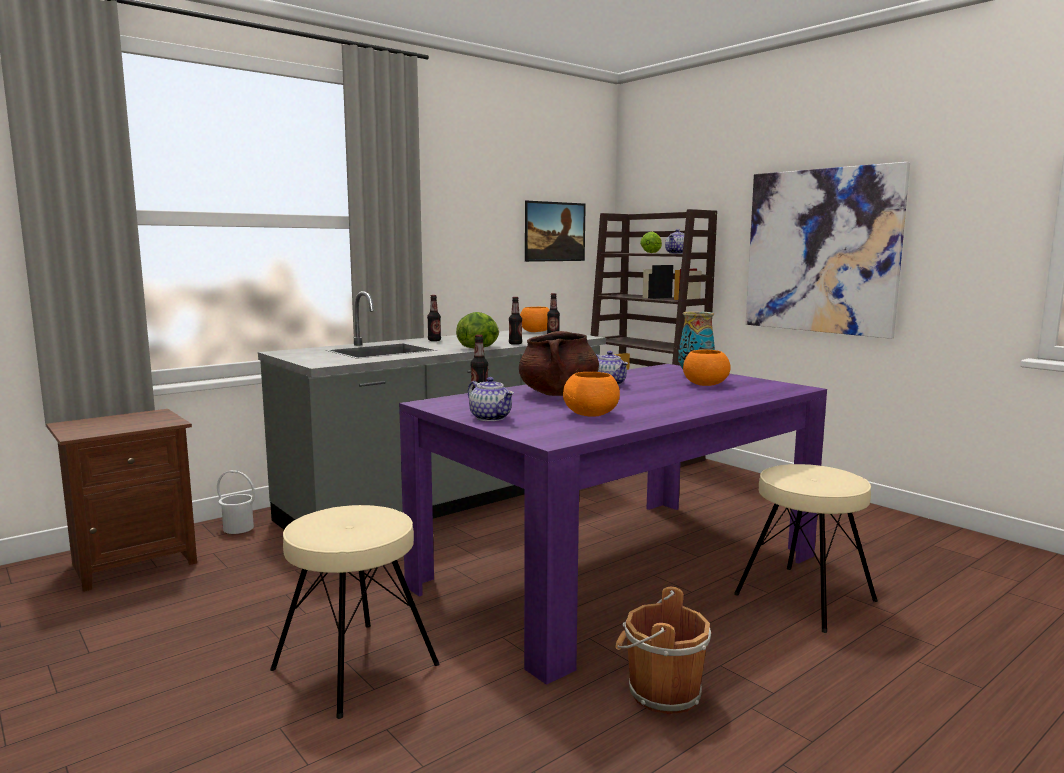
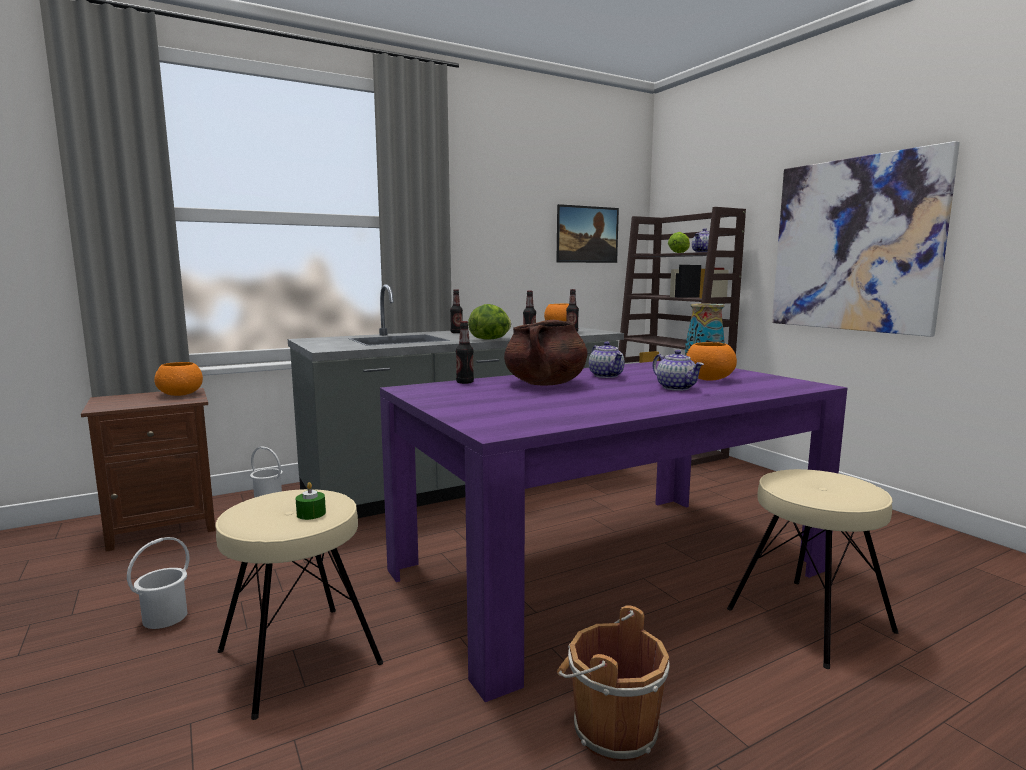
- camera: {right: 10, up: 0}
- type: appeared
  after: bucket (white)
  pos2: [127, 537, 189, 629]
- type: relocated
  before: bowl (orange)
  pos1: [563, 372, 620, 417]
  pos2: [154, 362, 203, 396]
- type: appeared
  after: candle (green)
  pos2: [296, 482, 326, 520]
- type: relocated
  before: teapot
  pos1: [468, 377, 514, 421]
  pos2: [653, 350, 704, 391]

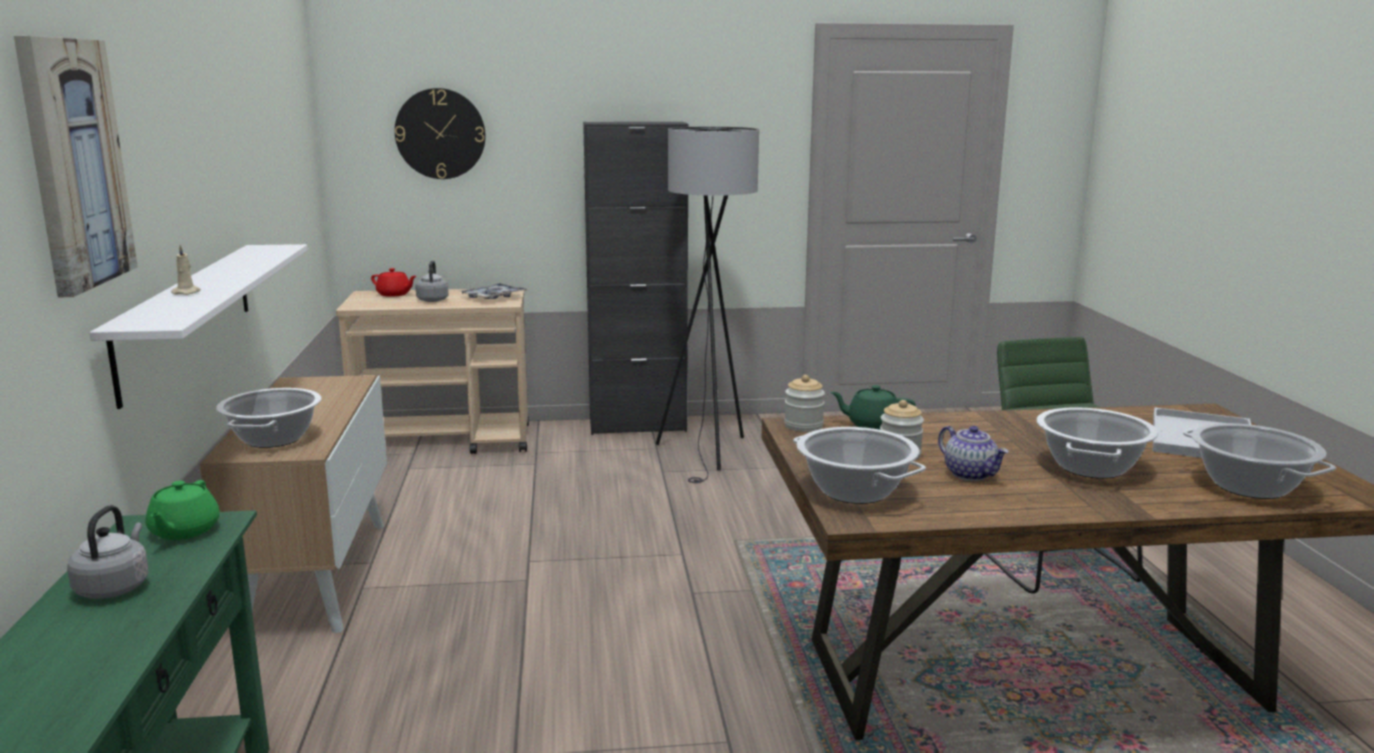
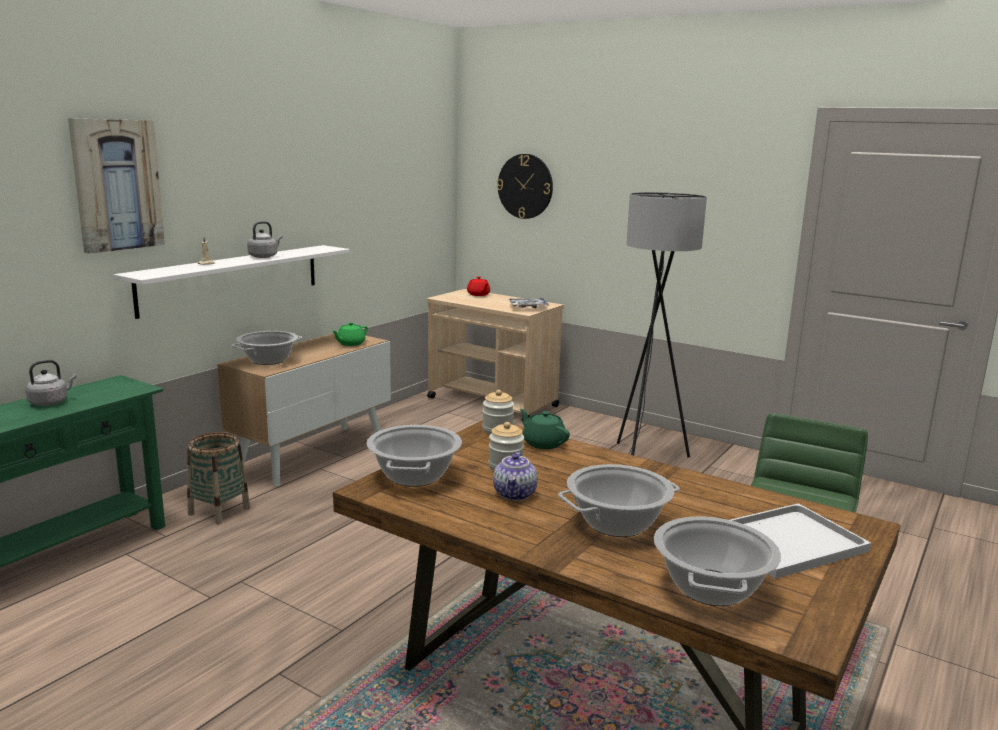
- camera: {right: 40, up: 0}
- type: appeared
  after: basket
  pos2: [187, 432, 250, 524]
- type: relocated
  before: kettle (grey)
  pos1: [416, 261, 449, 302]
  pos2: [247, 221, 282, 258]
- type: relocated
  before: teapot (green)
  pos1: [145, 480, 219, 540]
  pos2: [332, 322, 368, 346]
- type: missing
  before: cabinet (black)
  pos1: [583, 122, 689, 435]

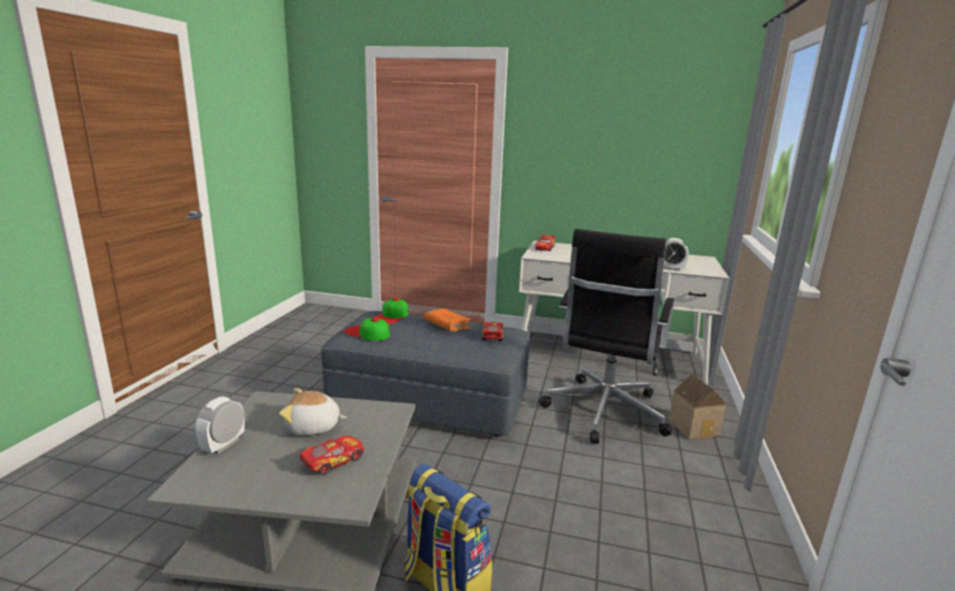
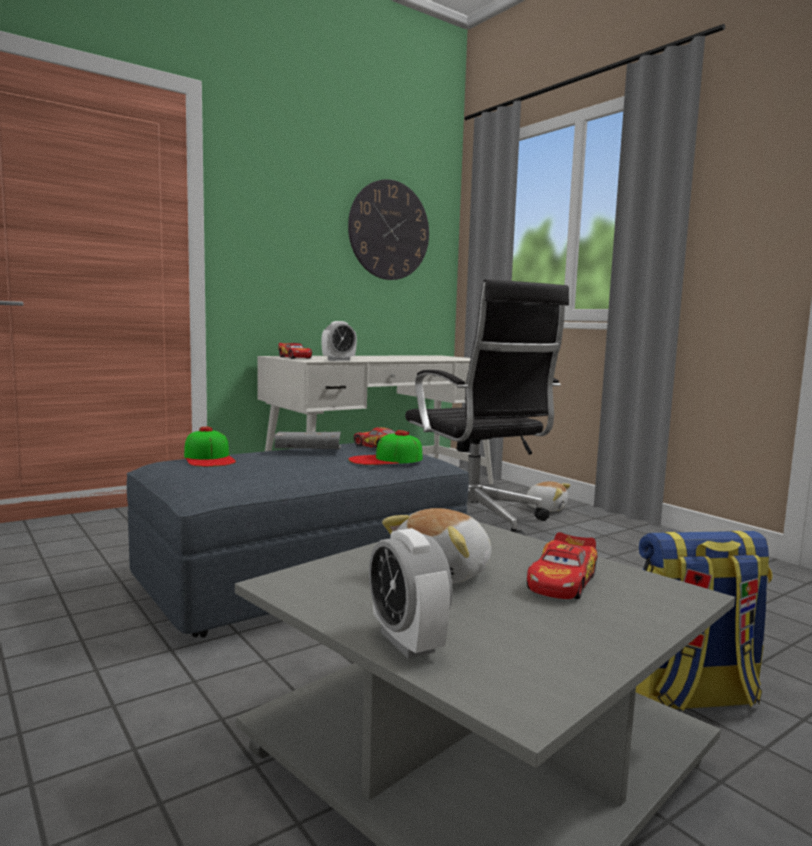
- camera: {right: -50, up: -10}
- type: colour
  before: book (orange)
  after: book (grey)
  pos1: [424, 308, 472, 332]
  pos2: [274, 431, 341, 449]
- type: relocated
  before: alarm clock
  pos1: [663, 238, 689, 271]
  pos2: [321, 321, 357, 361]
- type: appeared
  after: wall clock
  pos2: [348, 179, 429, 280]
- type: relocated
  before: cap
  pos1: [345, 317, 390, 341]
  pos2: [348, 430, 423, 465]
- type: exchanged
  before: toy house
  after: plush toy
  pos1: [669, 374, 727, 439]
  pos2: [527, 481, 570, 512]
- type: spun
  before: toy car
  pos1: [298, 435, 364, 475]
  pos2: [527, 532, 598, 599]
  turn: -150

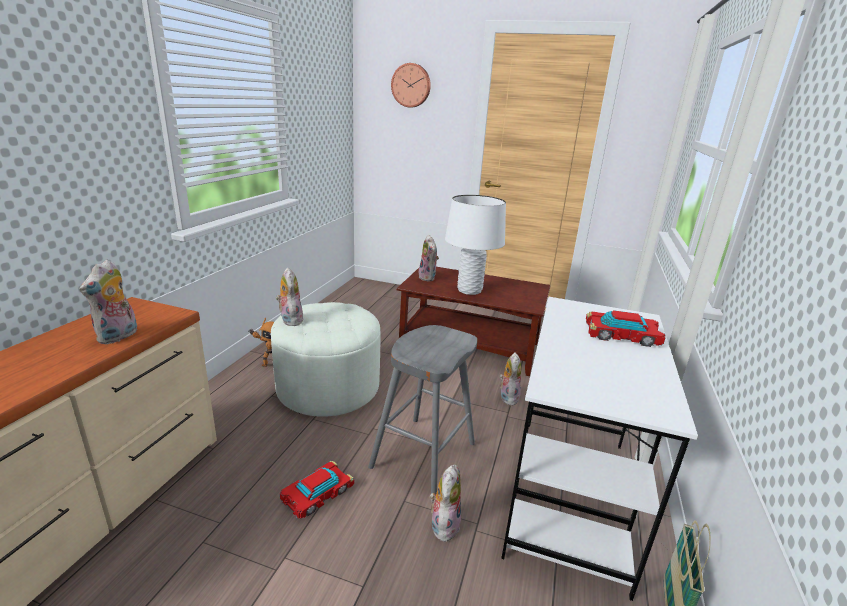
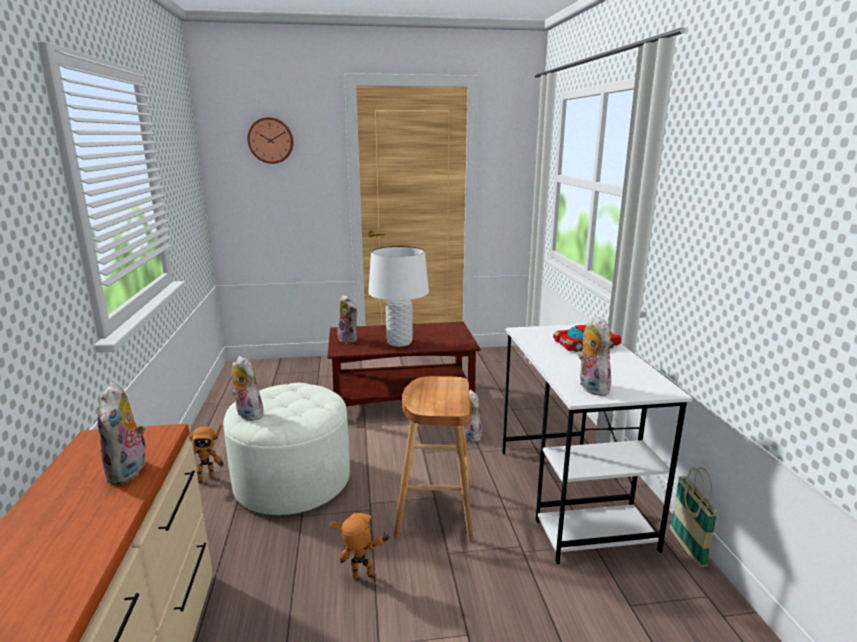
- camera: {right: -25, up: -5}
- type: exchanged
  before: toy car
  after: toy robot
  pos1: [280, 461, 354, 519]
  pos2: [330, 513, 391, 579]
- type: colour
  before: stool (grey)
  after: stool (brown)
  pos1: [368, 325, 477, 495]
  pos2: [394, 376, 474, 542]
- type: relocated
  before: plush toy
  pos1: [430, 464, 461, 542]
  pos2: [578, 316, 612, 396]

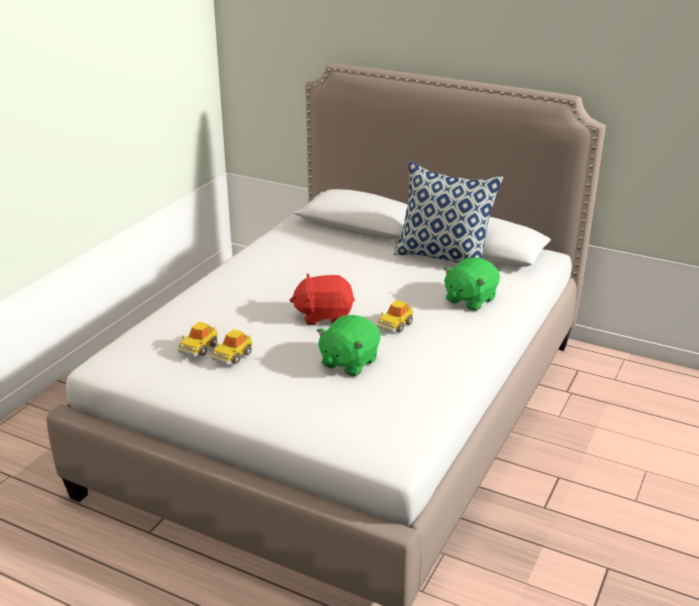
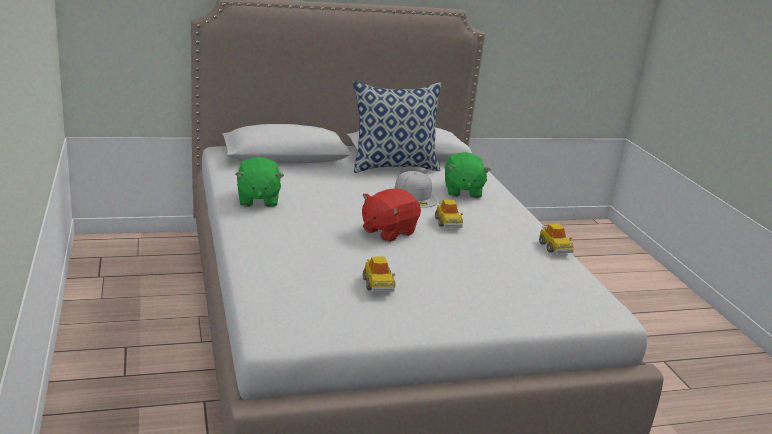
- camera: {right: -45, up: -5}
- type: relocated
  before: plush toy (green)
  pos1: [316, 315, 380, 376]
  pos2: [235, 157, 284, 207]
- type: appeared
  after: cap (white)
  pos2: [394, 171, 437, 208]
- type: relocated
  before: toy car
  pos1: [178, 322, 218, 357]
  pos2: [539, 223, 574, 254]

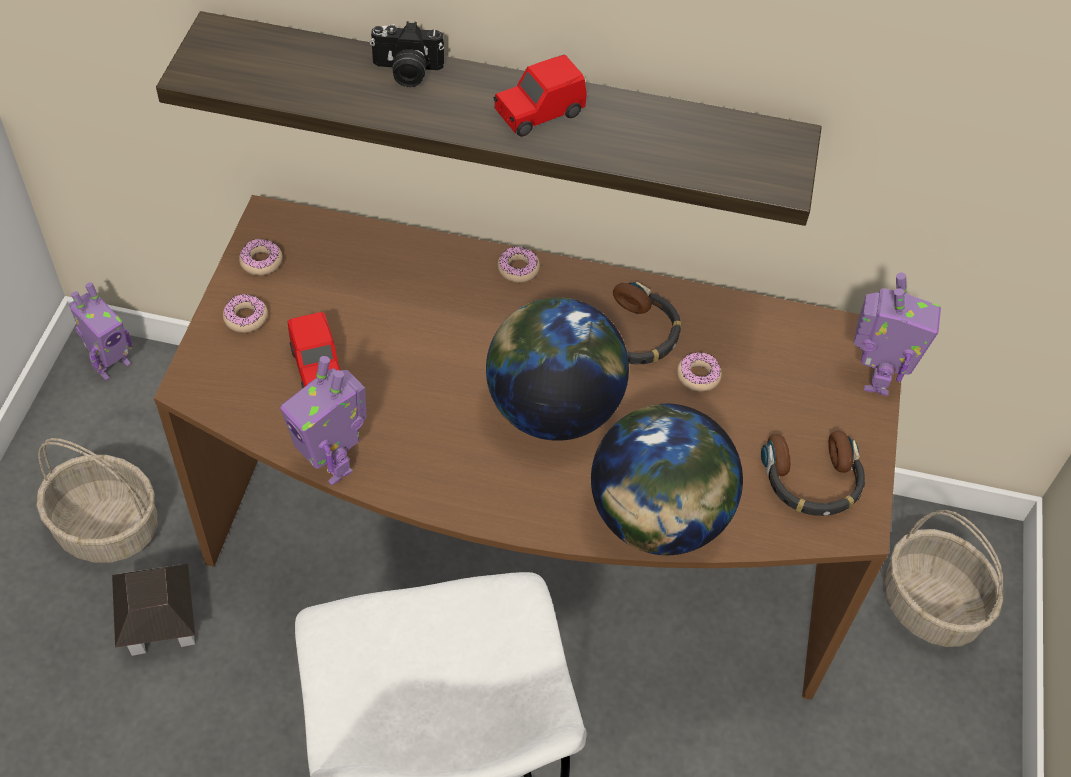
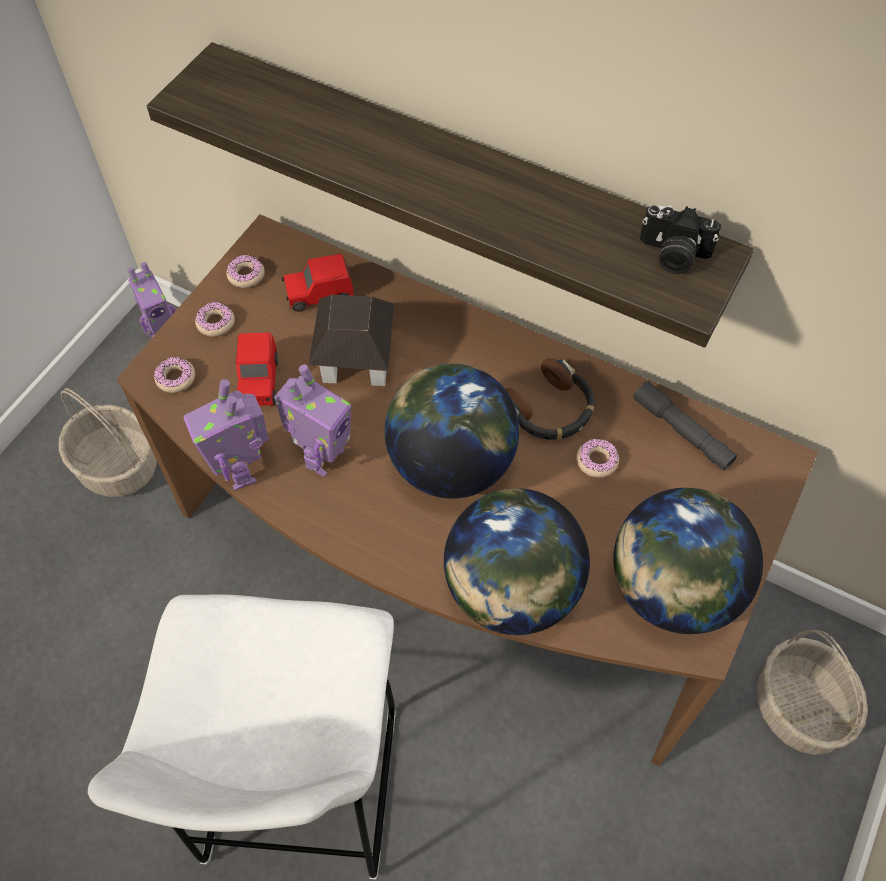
- camera: {right: 20, up: 5}
- type: relocated
  before: donut
  pos1: [498, 247, 540, 283]
  pos2: [154, 357, 195, 393]
- type: relocated
  before: toy robot
  pos1: [854, 273, 941, 396]
  pos2: [274, 364, 351, 477]
- type: relocated
  before: toy car (red)
  pos1: [494, 55, 587, 136]
  pos2: [282, 254, 354, 312]
- type: relocated
  before: toy house
  pos1: [112, 564, 195, 656]
  pos2: [308, 295, 394, 386]
- type: exchanged
  before: headphones
  after: globe
  pos1: [761, 431, 865, 516]
  pos2: [613, 488, 763, 634]
- type: appeared
  after: flashlight (grey)
  pos2: [633, 381, 737, 471]
- type: relocated
  before: photo camera
  pos1: [370, 21, 444, 87]
  pos2: [640, 205, 721, 274]

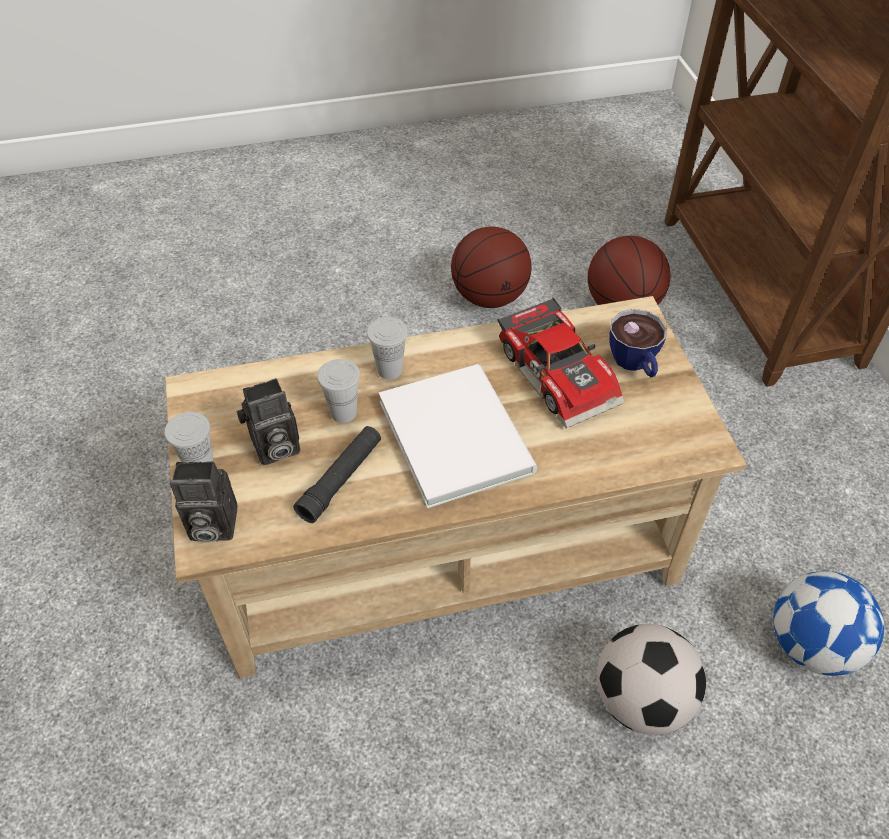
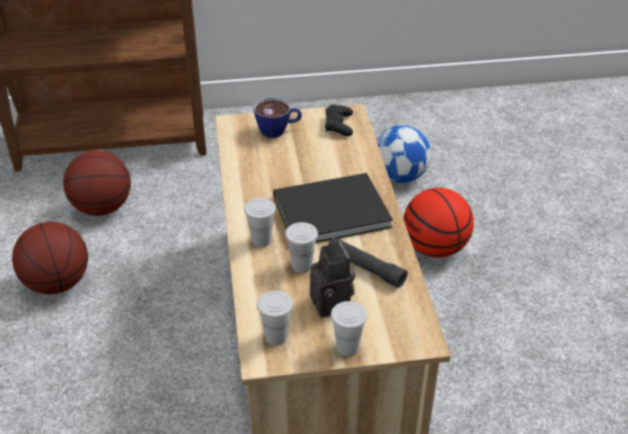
- camera: {right: -85, up: -10}
- type: appeared
  after: cup (white)
  pos2: [257, 291, 293, 345]
- type: colour
  before: book (white)
  after: book (black)
  pos1: [379, 364, 537, 508]
  pos2: [273, 173, 393, 243]
- type: appeared
  after: game controller (black)
  pos2: [325, 105, 353, 136]
- type: exchanged
  before: football
  after: basketball
  pos1: [596, 624, 706, 735]
  pos2: [403, 188, 474, 258]
- type: missing
  before: photo camera
  pos1: [170, 461, 238, 542]
- type: missing
  before: toy car
  pos1: [497, 297, 625, 428]

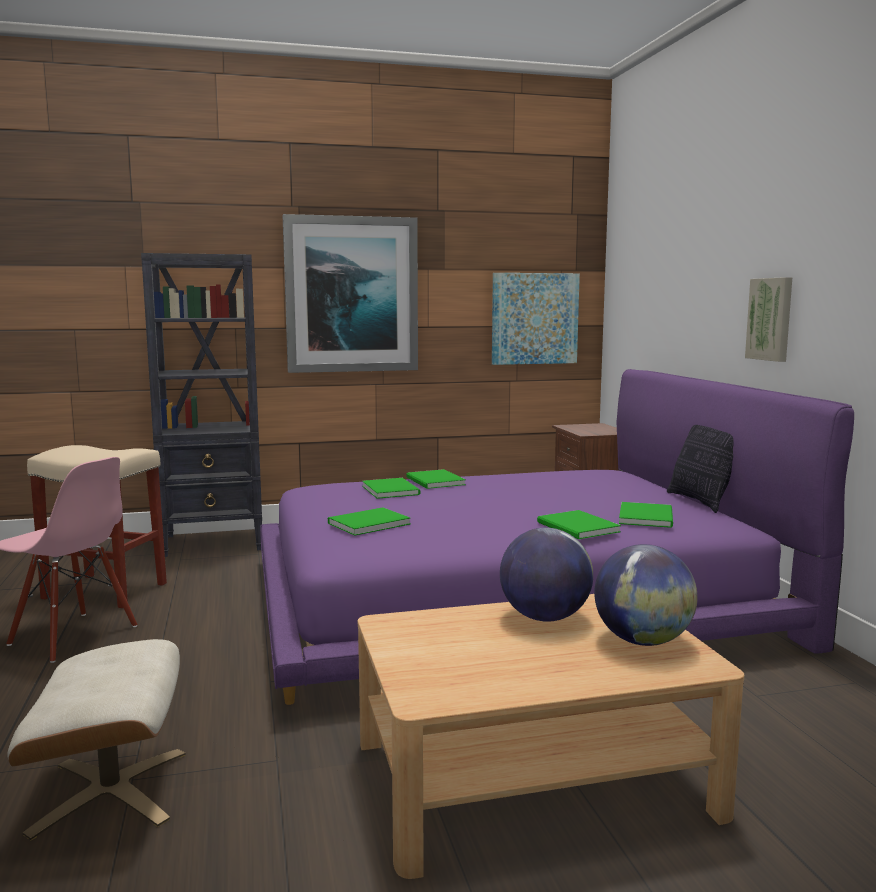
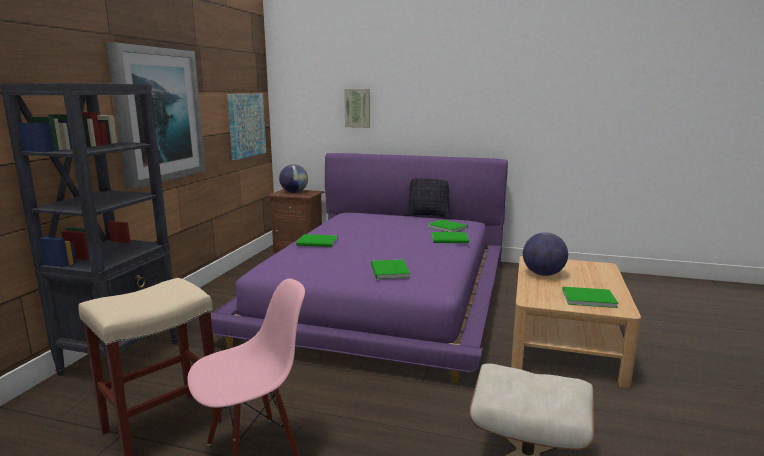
- camera: {right: -60, up: 5}
- type: relocated
  before: globe
  pos1: [594, 544, 698, 646]
  pos2: [279, 164, 308, 193]
- type: relocated
  before: picture
  pos1: [745, 277, 792, 362]
  pos2: [344, 89, 370, 128]
- type: relocated
  before: book (green)
  pos1: [362, 478, 420, 499]
  pos2: [562, 287, 619, 308]

